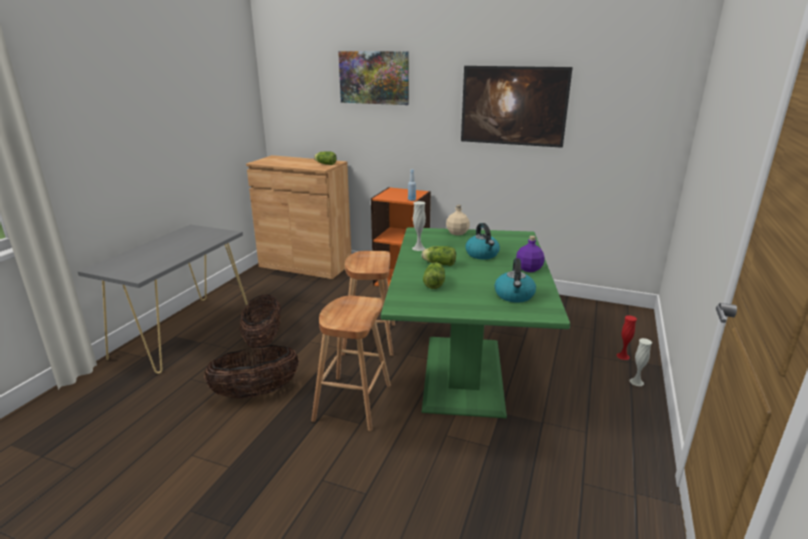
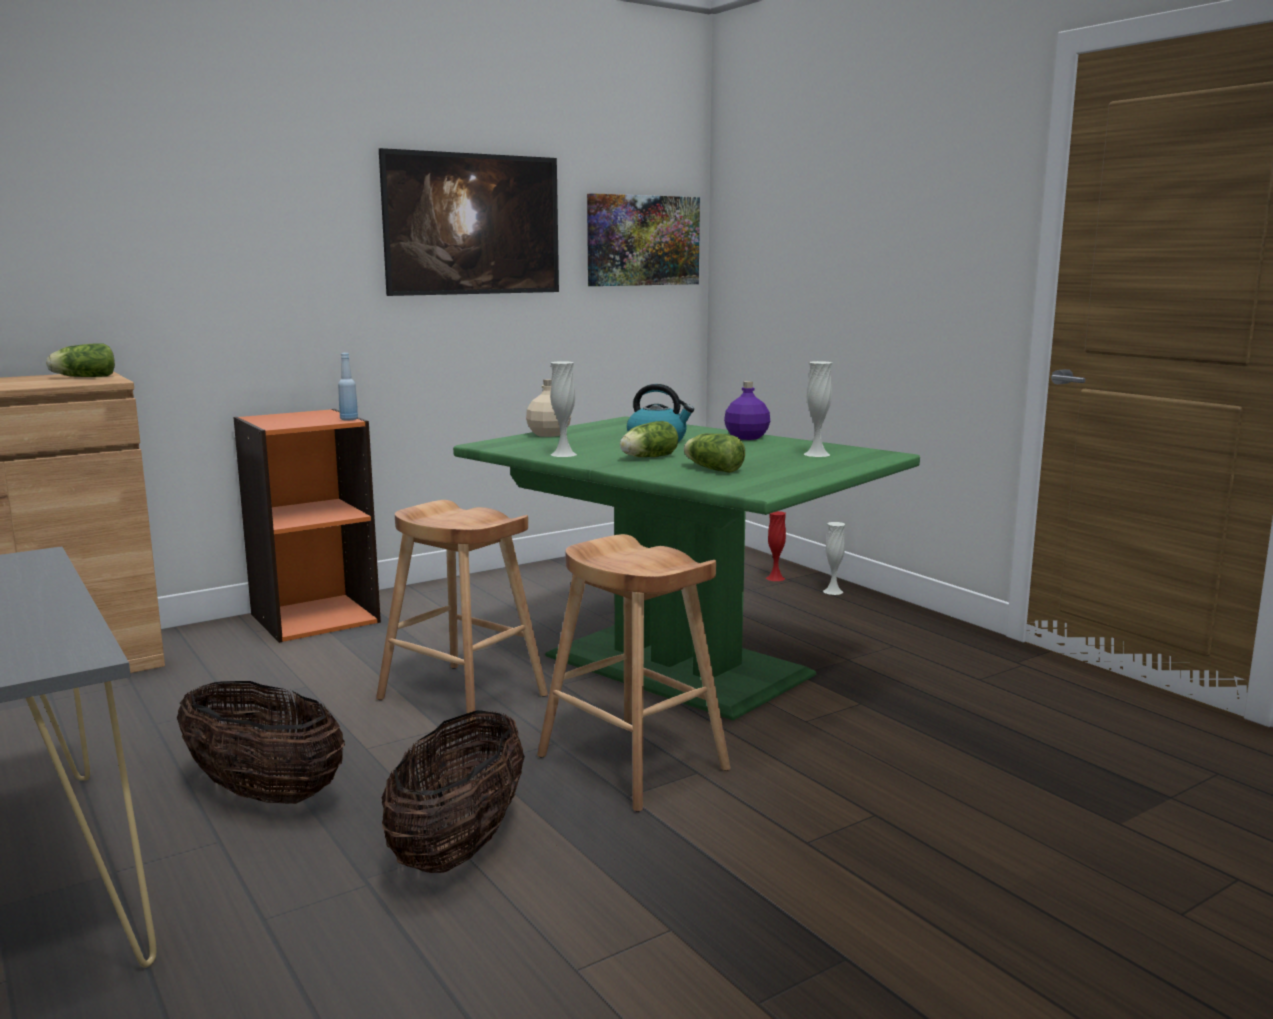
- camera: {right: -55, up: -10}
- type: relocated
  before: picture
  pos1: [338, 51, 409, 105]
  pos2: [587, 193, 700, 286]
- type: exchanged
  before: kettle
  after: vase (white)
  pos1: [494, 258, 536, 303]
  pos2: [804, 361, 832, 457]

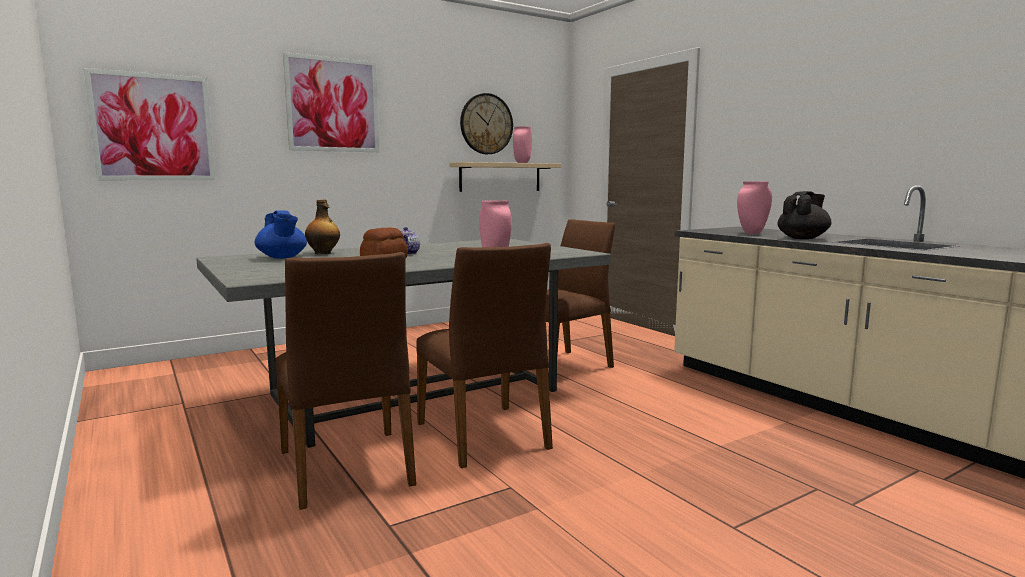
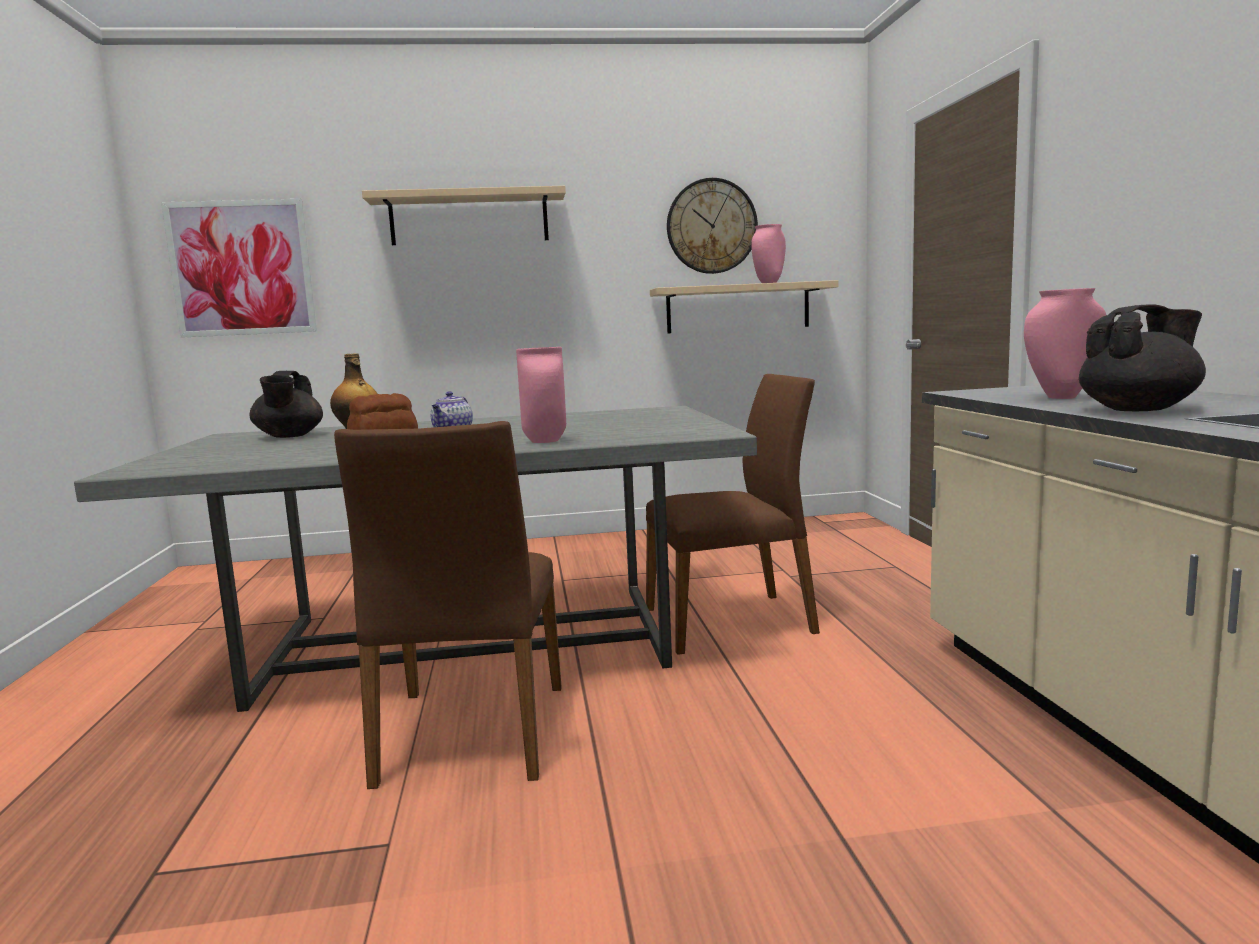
- camera: {right: 25, up: 0}
- type: colour
  before: teapot (blue)
  after: teapot (black)
  pos1: [255, 210, 307, 259]
  pos2: [250, 371, 323, 438]
- type: exchanged
  before: picture
  after: shelf (beige)
  pos1: [283, 52, 379, 152]
  pos2: [362, 186, 566, 245]
- type: missing
  before: chair (brown)
  pos1: [275, 252, 416, 510]

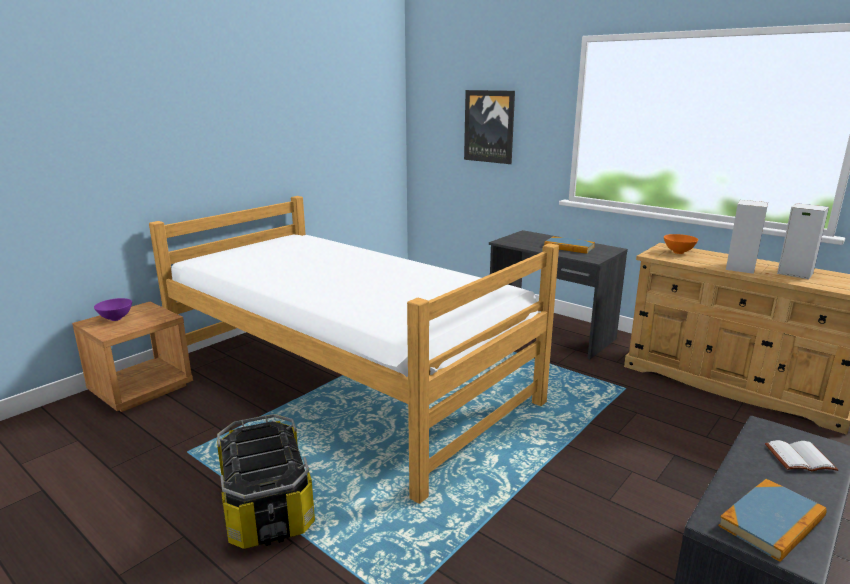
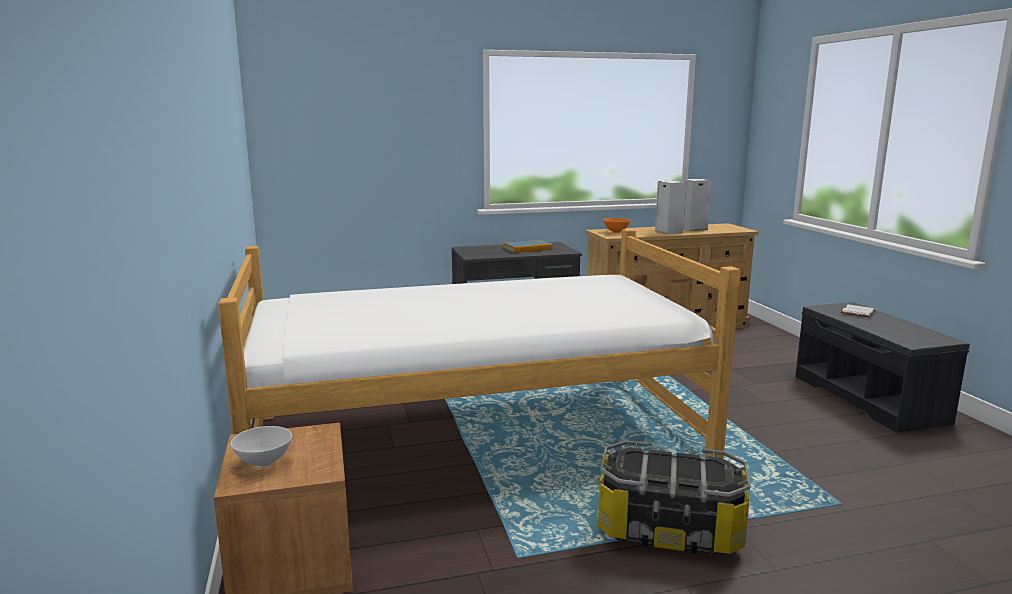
- camera: {right: -55, up: -5}
- type: colour
  before: bowl (purple)
  after: bowl (white)
  pos1: [94, 298, 132, 321]
  pos2: [231, 426, 292, 467]
- type: missing
  before: picture
  pos1: [464, 90, 515, 164]
- type: missing
  before: book
  pos1: [718, 479, 827, 562]

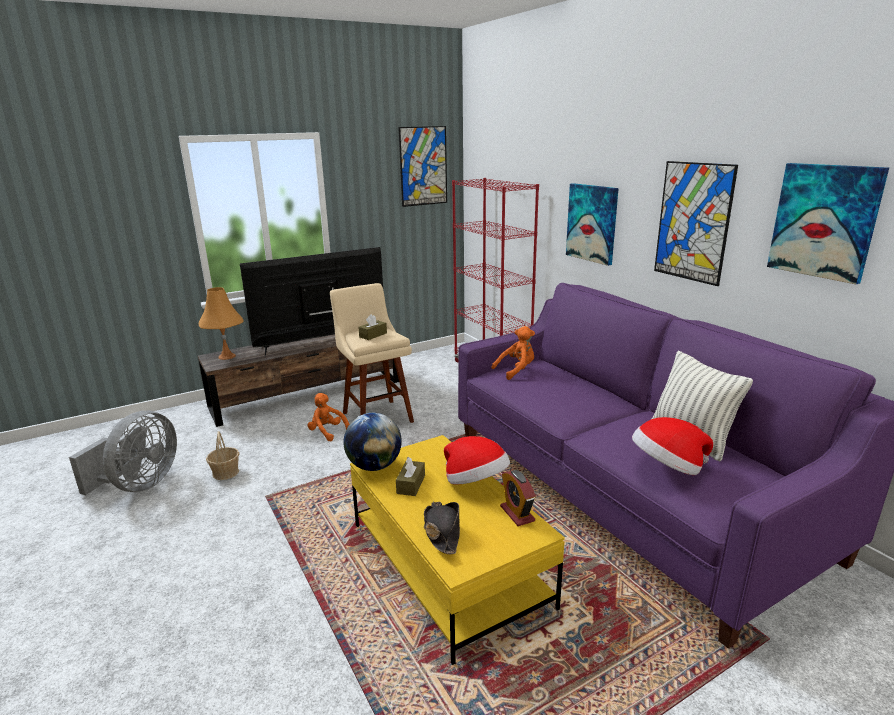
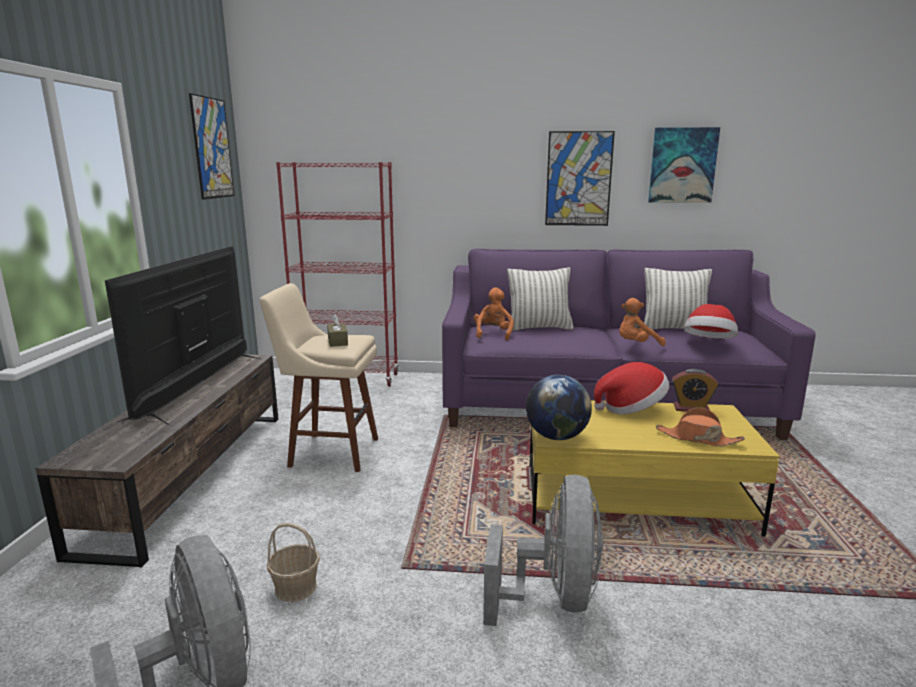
- camera: {right: -55, up: -5}
- type: appeared
  after: fan (grey)
  pos2: [483, 475, 603, 626]
- type: appeared
  after: pillow
  pos2: [507, 267, 574, 331]
- type: relocated
  before: plush toy (orange)
  pos1: [308, 393, 349, 441]
  pos2: [619, 298, 666, 346]
- type: colour
  before: hat (black)
  after: hat (orange)
  pos1: [424, 502, 460, 554]
  pos2: [656, 407, 745, 446]
- type: missing
  before: table lamp (orange)
  pos1: [199, 287, 243, 360]
- type: missing
  before: tissue box (brown)
  pos1: [396, 457, 425, 496]
- type: missing
  before: picture
  pos1: [566, 183, 619, 266]

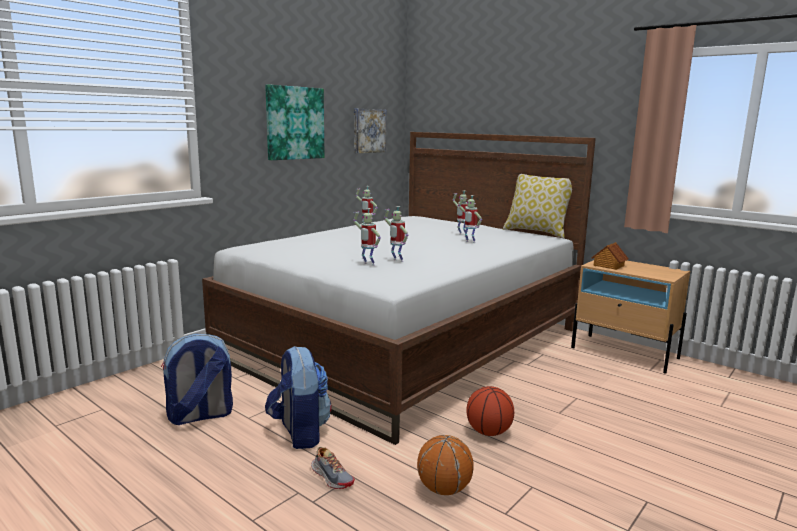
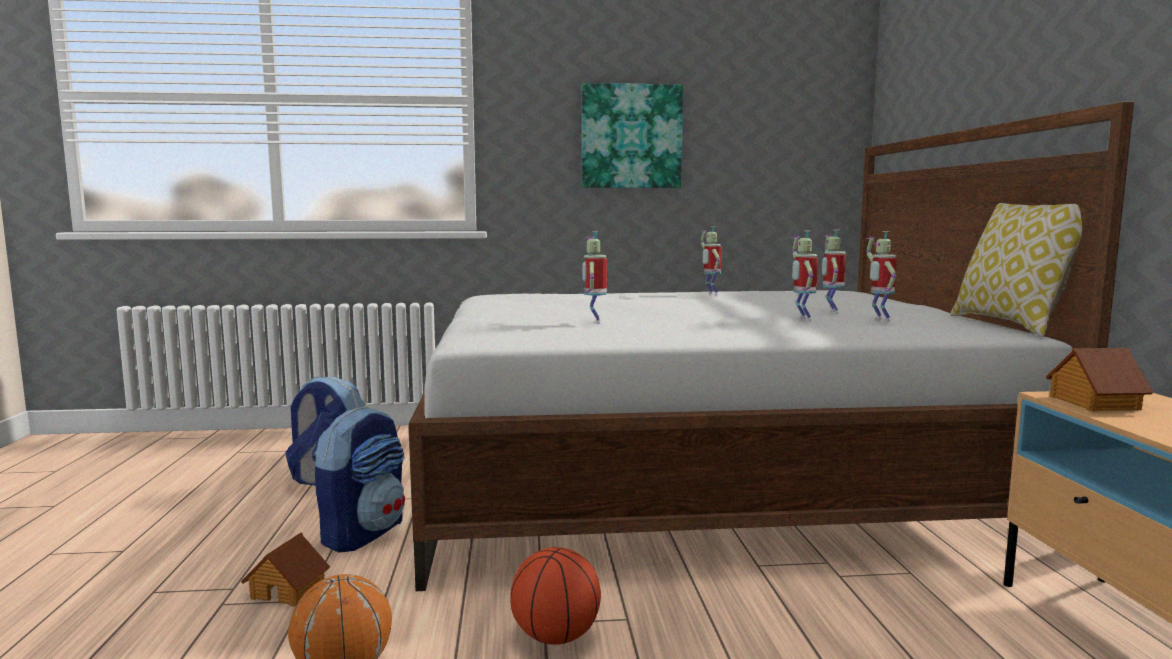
- camera: {right: 45, up: -5}
- type: exchanged
  before: shoe
  after: toy house
  pos1: [311, 447, 355, 489]
  pos2: [241, 533, 330, 607]
- type: relocated
  before: toy robot
  pos1: [353, 208, 381, 266]
  pos2: [866, 231, 897, 322]
- type: missing
  before: picture
  pos1: [354, 109, 386, 153]

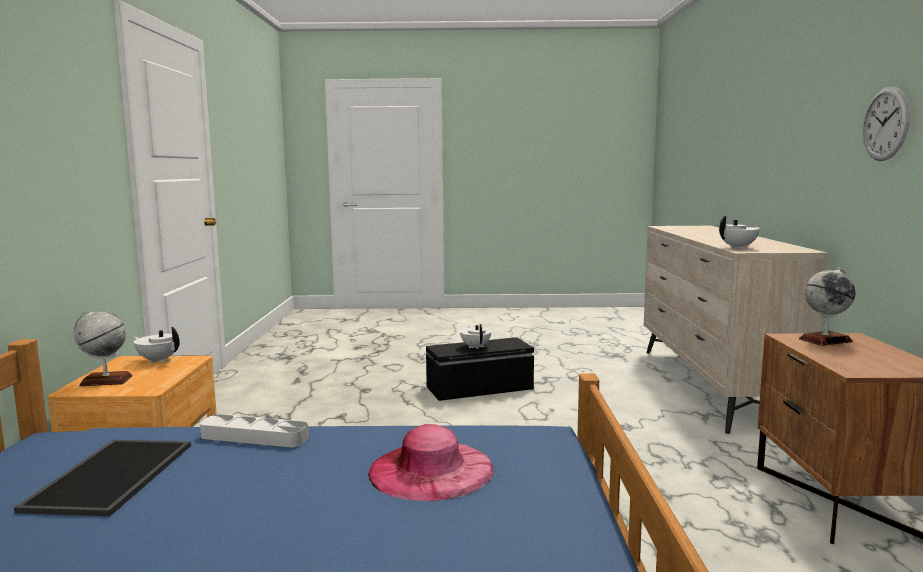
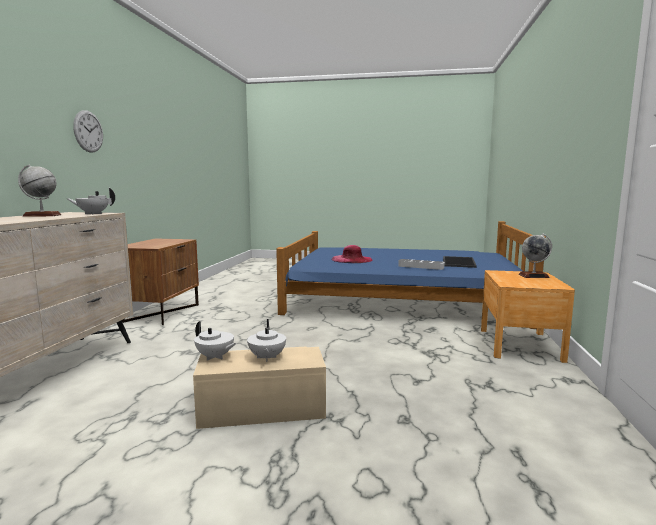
- camera: {right: -170, up: 0}
- type: relocated
  before: globe
  pos1: [799, 267, 856, 346]
  pos2: [18, 164, 62, 217]
- type: colour
  before: storage box (black)
  after: storage box (beige)
  pos1: [426, 337, 534, 401]
  pos2: [193, 347, 326, 429]
- type: relocated
  before: teapot (white)
  pos1: [133, 327, 180, 363]
  pos2: [194, 321, 237, 361]

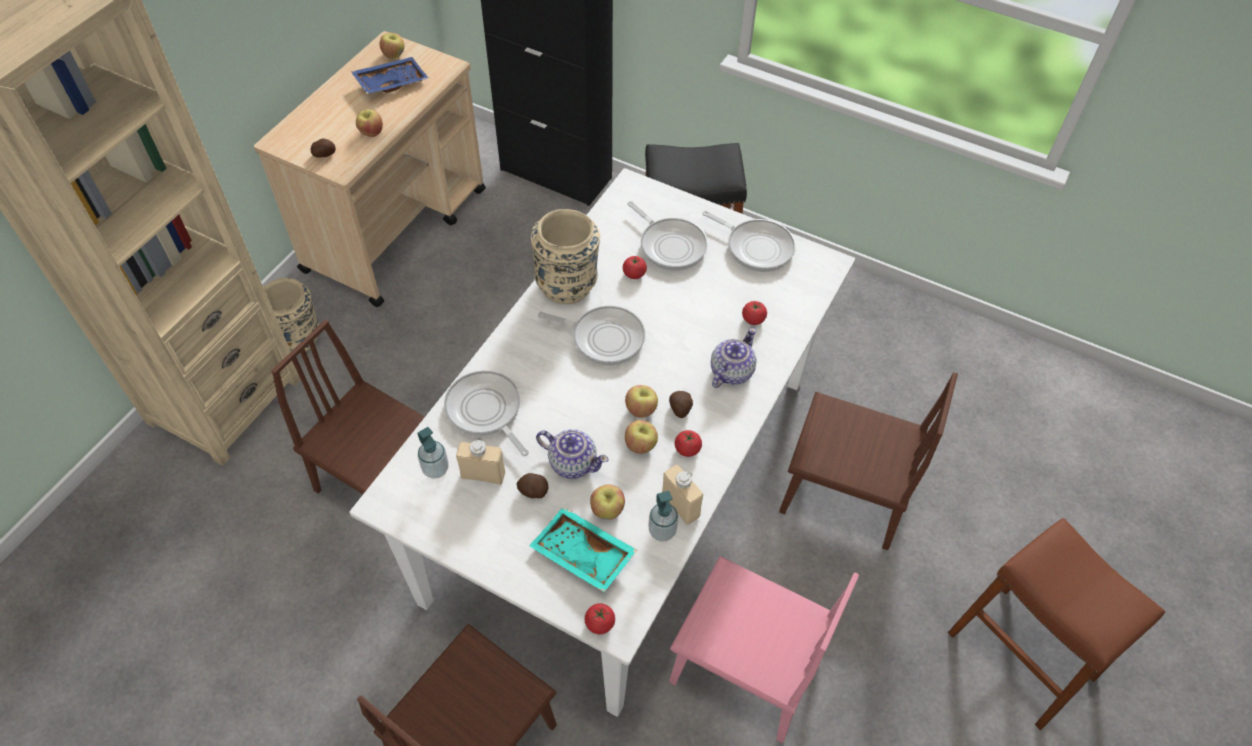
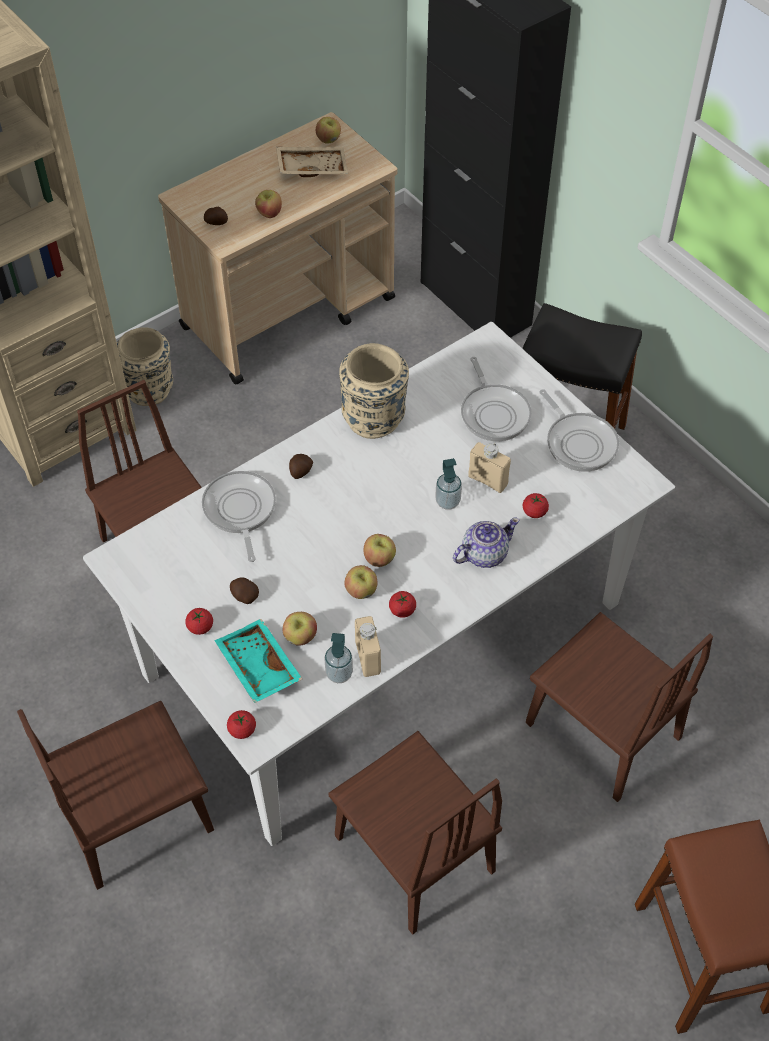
- camera: {right: 25, up: 0}
- type: relocated
  before: tomato
  pos1: [623, 256, 647, 279]
  pos2: [185, 608, 213, 635]
- type: colour
  before: tray (blue)
  after: tray (beige)
  pos1: [351, 57, 429, 94]
  pos2: [276, 147, 348, 177]
- type: relocated
  before: potato
  pos1: [669, 391, 693, 418]
  pos2: [289, 454, 313, 479]
- type: colour
  before: chair (pink)
  after: chair (brown)
  pos1: [669, 556, 859, 743]
  pos2: [328, 731, 502, 934]
- type: relocated
  before: soap dispenser
  pos1: [417, 427, 449, 479]
  pos2: [435, 458, 462, 510]
- type: relocated
  before: bottle (beige)
  pos1: [456, 439, 505, 485]
  pos2: [468, 442, 511, 493]
- type: missing
  before: teapot
  pos1: [536, 429, 609, 479]
- type: missing
  before: frying pan
  pos1: [538, 306, 645, 366]

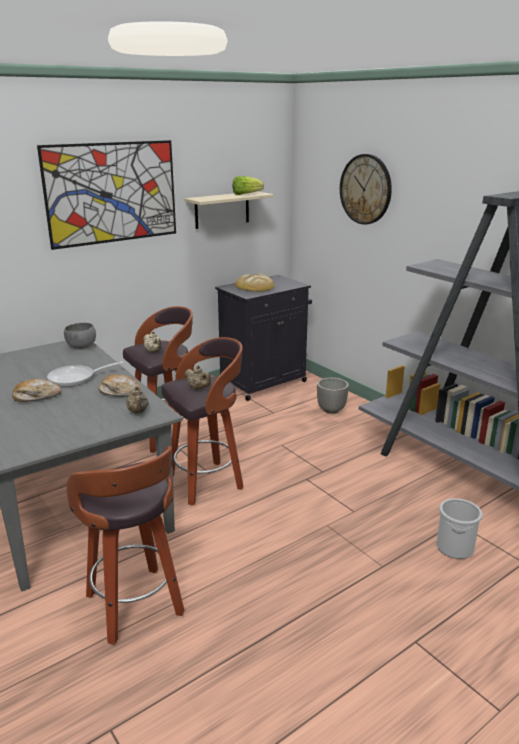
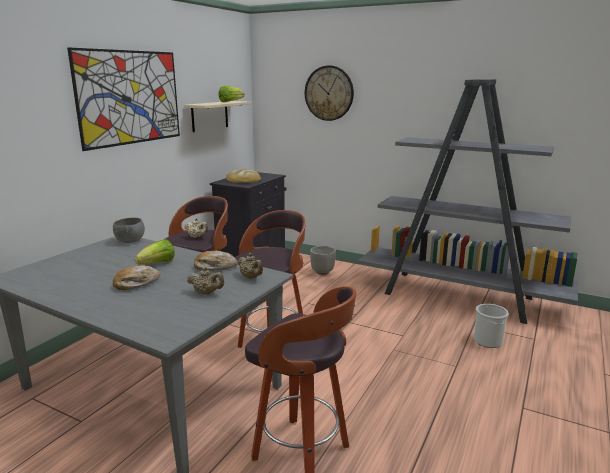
- camera: {right: -25, up: -5}
- type: exchanged
  before: frying pan
  after: lettuce
  pos1: [47, 362, 123, 387]
  pos2: [135, 239, 175, 265]
- type: relocated
  before: teapot (beige)
  pos1: [185, 365, 211, 390]
  pos2: [187, 267, 224, 295]

